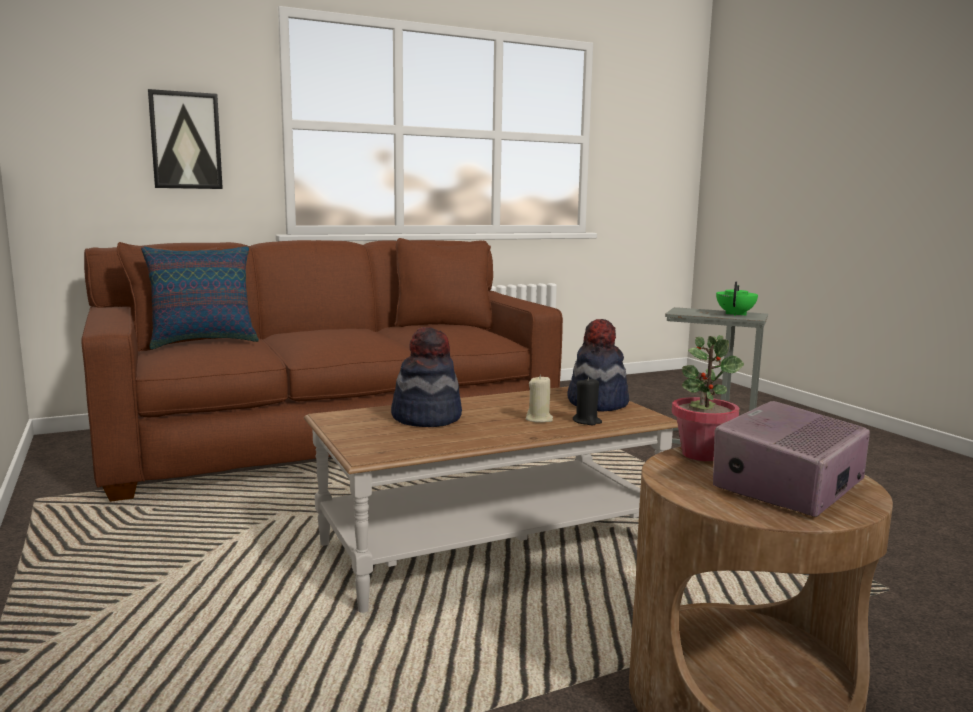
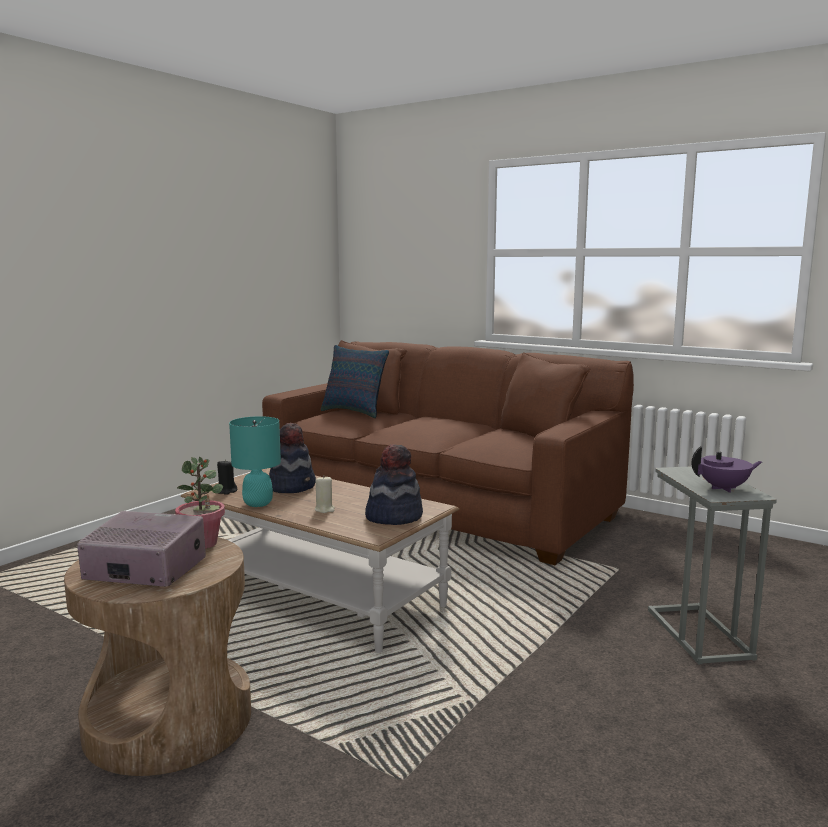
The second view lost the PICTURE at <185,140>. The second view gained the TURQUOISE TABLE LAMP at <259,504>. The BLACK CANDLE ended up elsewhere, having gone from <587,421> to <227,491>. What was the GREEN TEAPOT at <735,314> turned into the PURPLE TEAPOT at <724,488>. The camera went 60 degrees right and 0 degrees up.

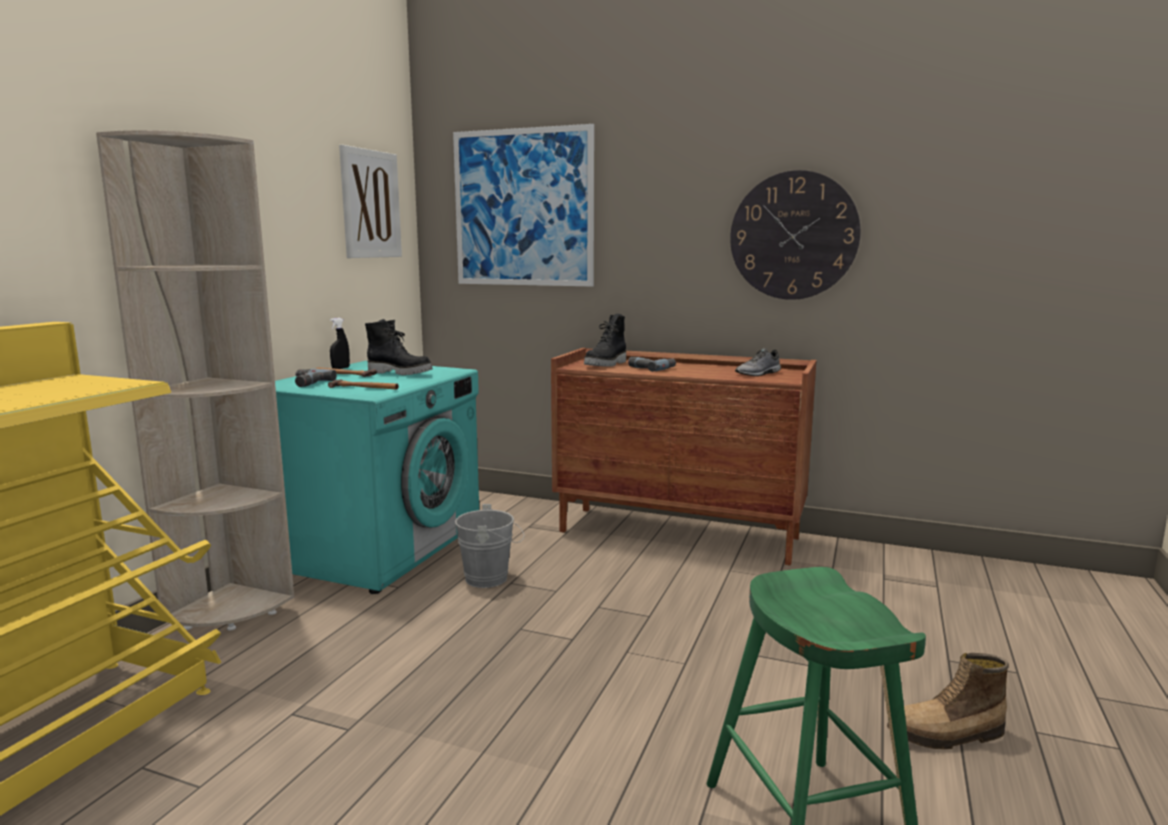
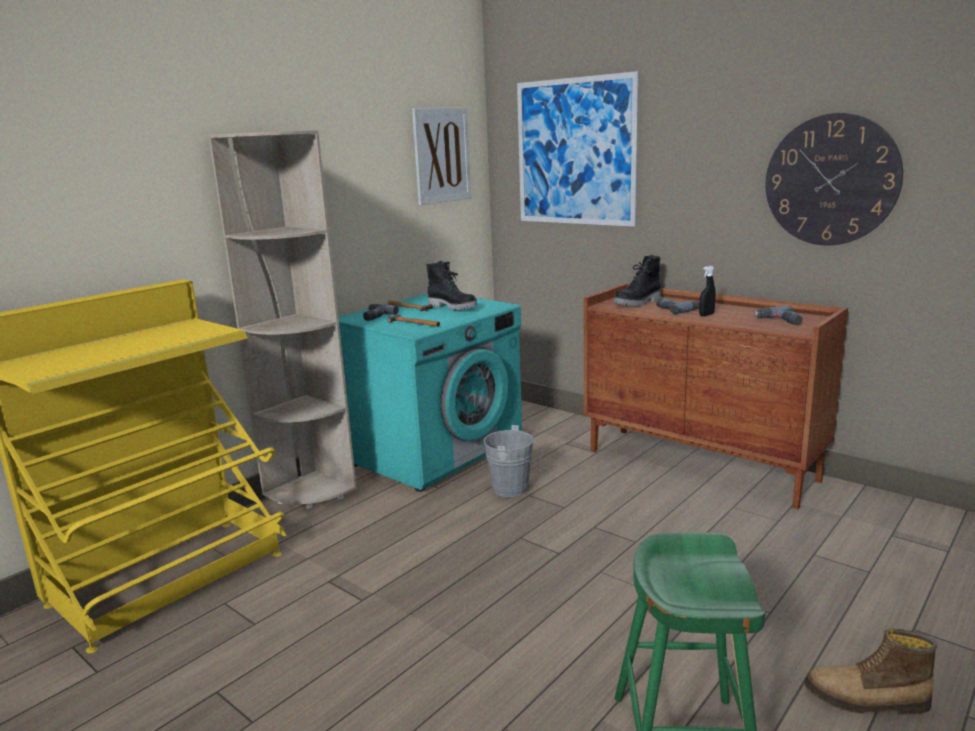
The BLACK SPRAY BOTTLE ended up elsewhere, having gone from <340,368> to <706,315>. Where the GREY SHOE stood at <758,374>, the POWER DRILL came to stand at <779,321>. The camera went 20 degrees right and 5 degrees up.

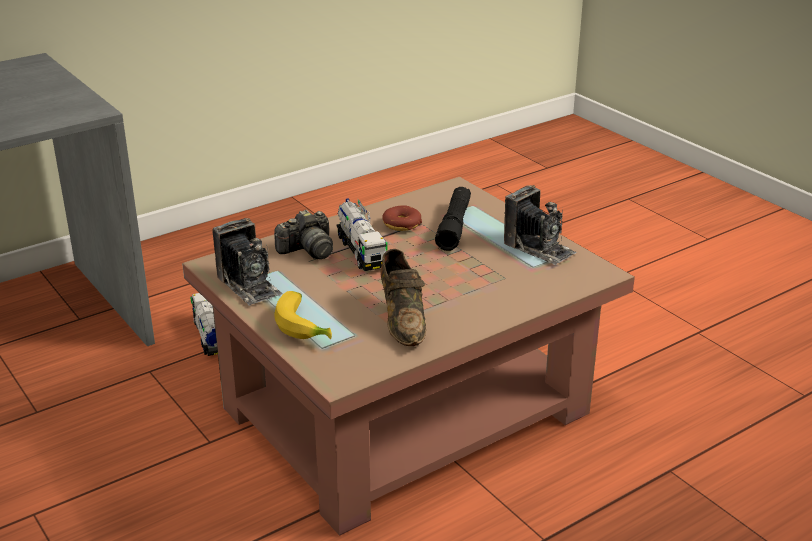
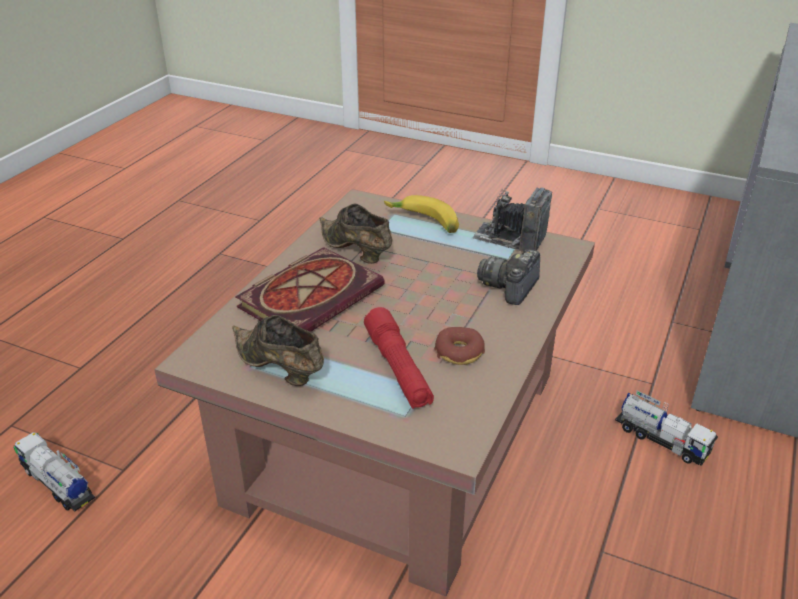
The second view gained the BOOK at <311,295>. The TOY TRUCK ended up elsewhere, having gone from <361,251> to <58,484>. Where the PHOTO CAMERA stood at <539,248>, the BROWN SHOE came to stand at <279,369>. What was the BLACK FLASHLIGHT at <454,226> turned into the RED FLASHLIGHT at <398,369>. The camera went 150 degrees right and 5 degrees up.

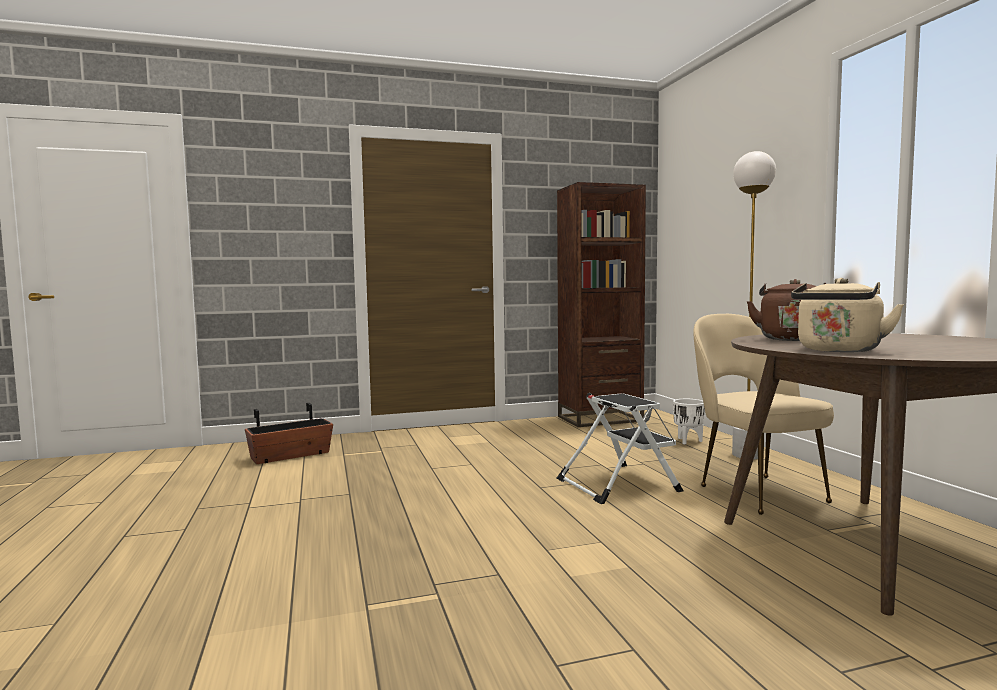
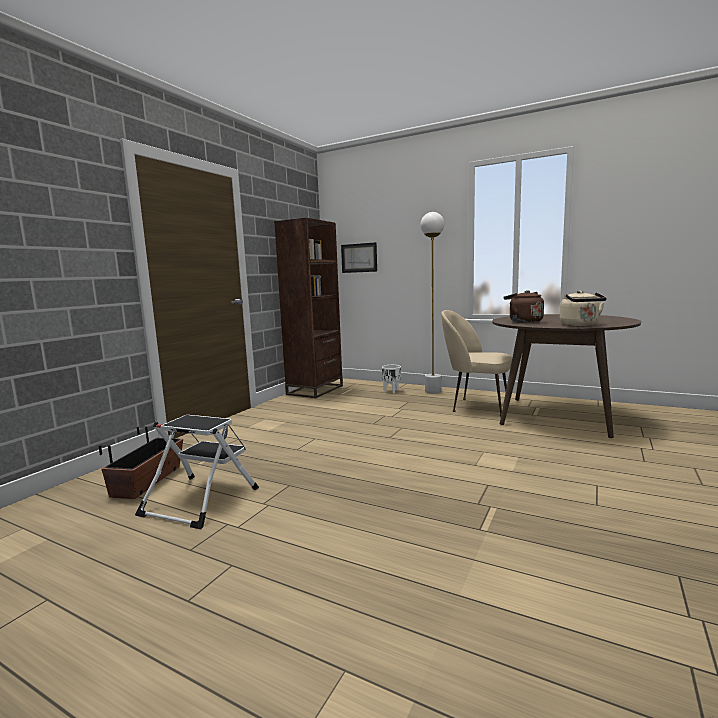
The second view gained the PICTURE at <359,258>. The STEP LADDER ended up elsewhere, having gone from <618,483> to <200,499>. The camera went 45 degrees left and 5 degrees up.

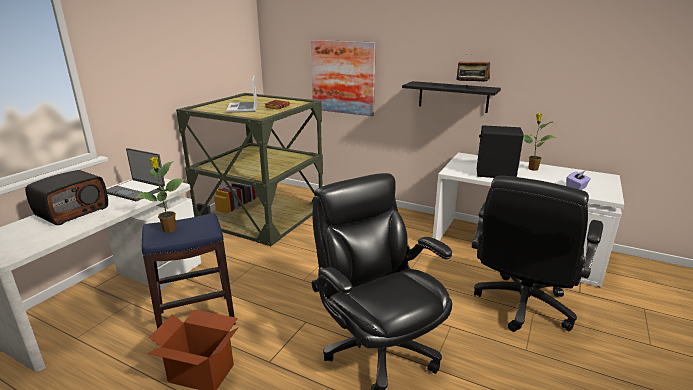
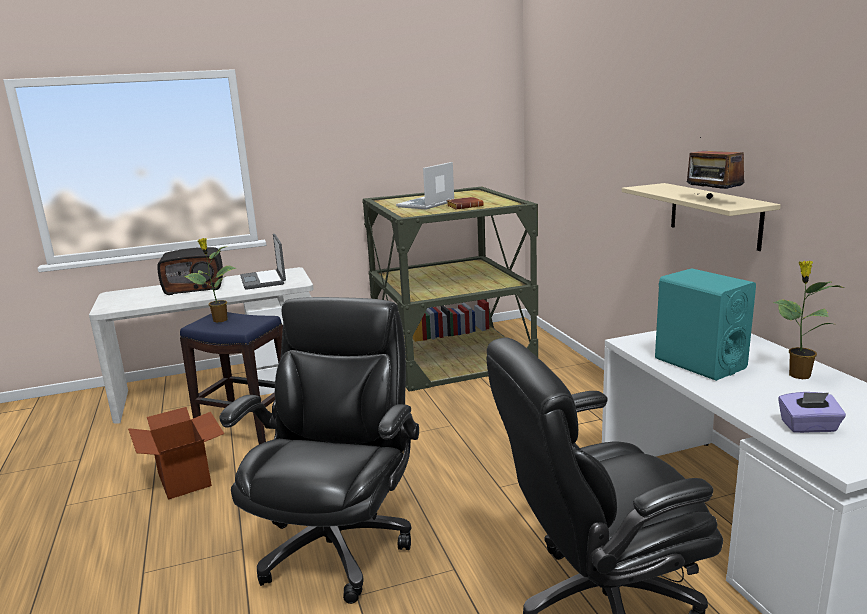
The second view lost the PICTURE at <343,77>. What was the BLACK SHELF at <453,96> turned into the BEIGE SHELF at <714,215>. What was the BLACK SPEAKER at <495,174> turned into the TURQUOISE SPEAKER at <699,363>. The camera went 45 degrees right and 5 degrees down.

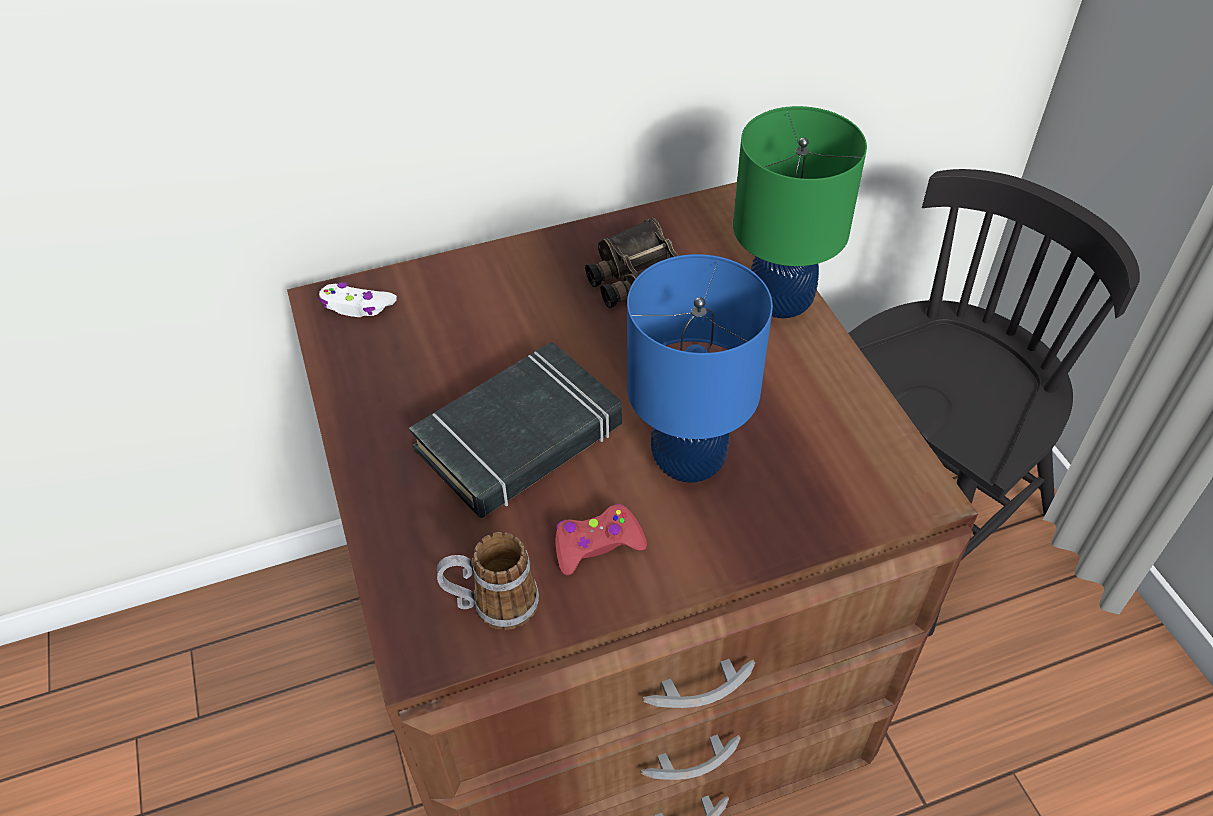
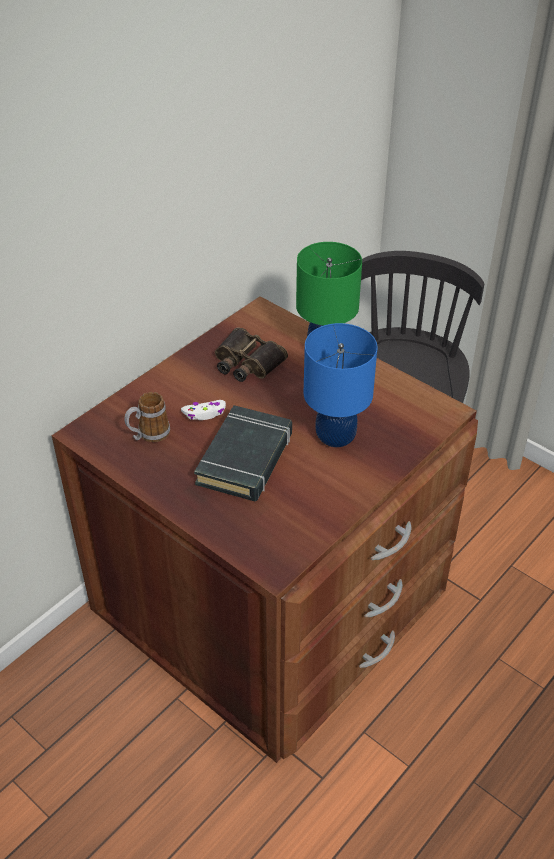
The second view lost the RED GAME CONTROLLER at <597,545>. The WHITE GAME CONTROLLER ended up elsewhere, having gone from <357,306> to <205,413>. The MUG ended up elsewhere, having gone from <493,604> to <148,435>. The camera went 30 degrees left and 5 degrees down.

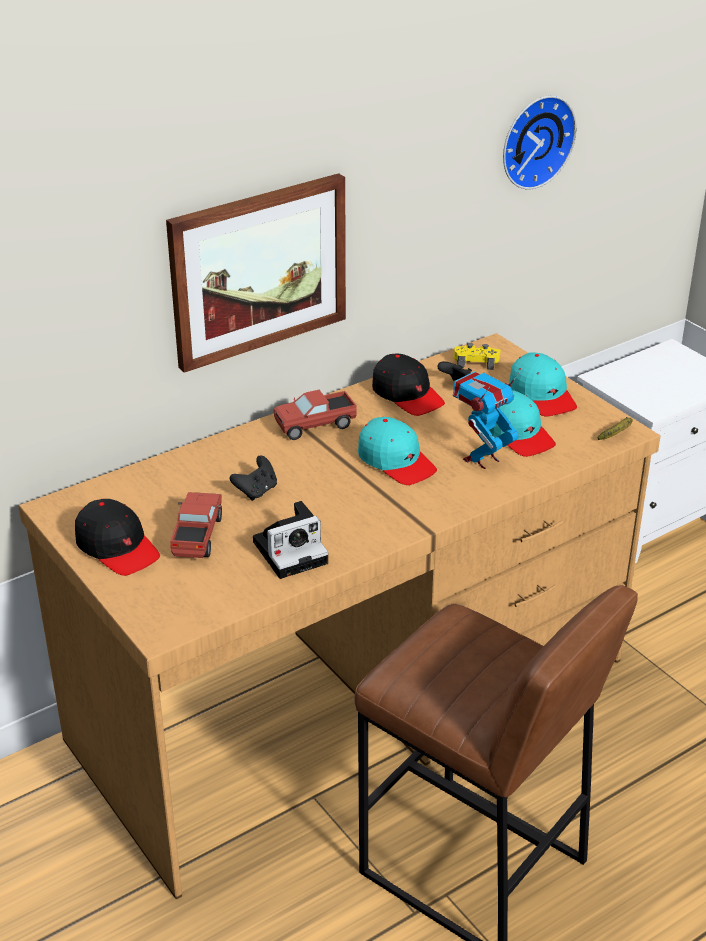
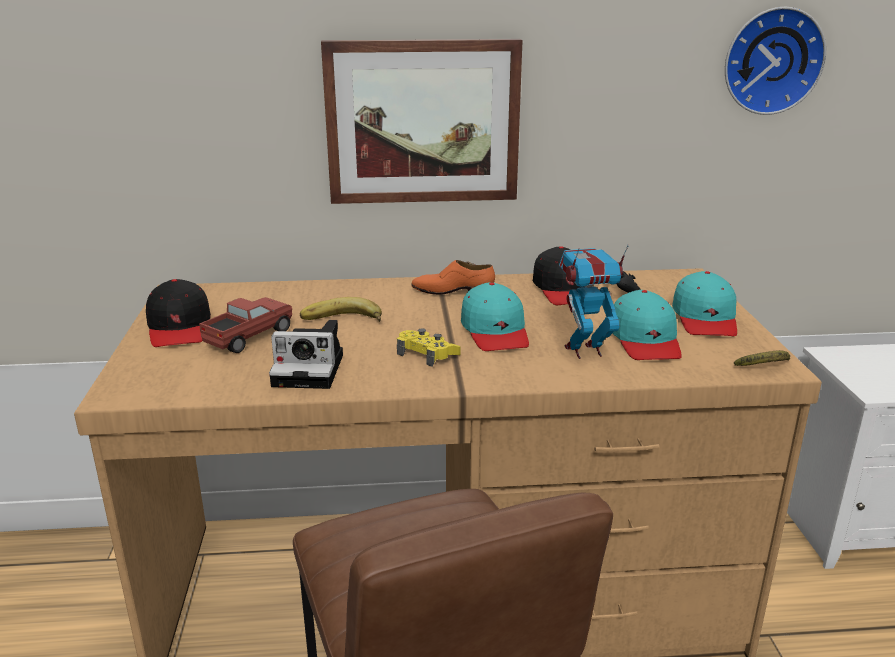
The YELLOW GAME CONTROLLER ended up elsewhere, having gone from <476,361> to <427,354>. Where the BLACK GAME CONTROLLER stood at <256,491>, the BANANA came to stand at <342,321>. Where the TOY TRUCK stood at <315,426>, the ORANGE SHOE came to stand at <453,291>. The camera went 30 degrees right and 10 degrees down.

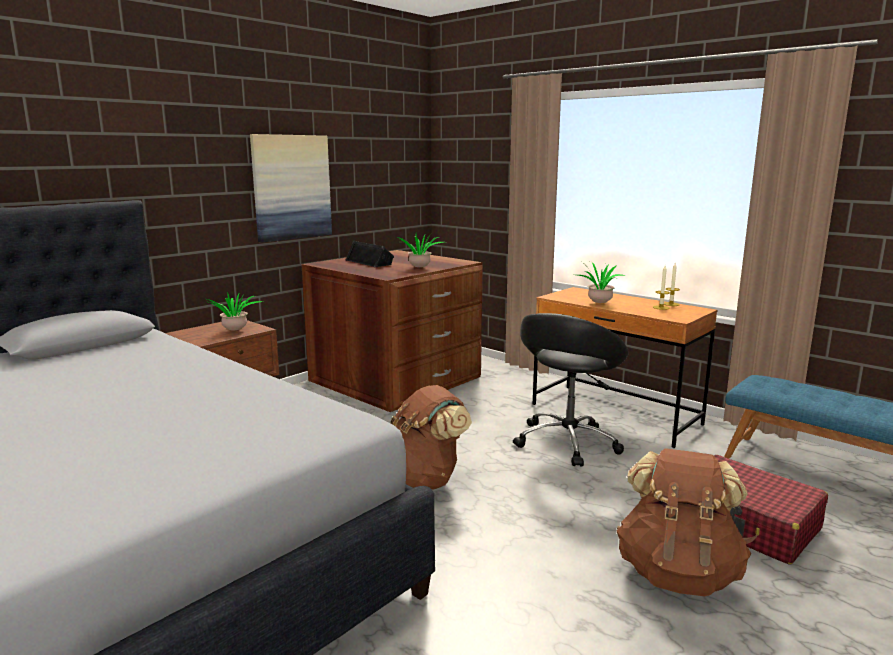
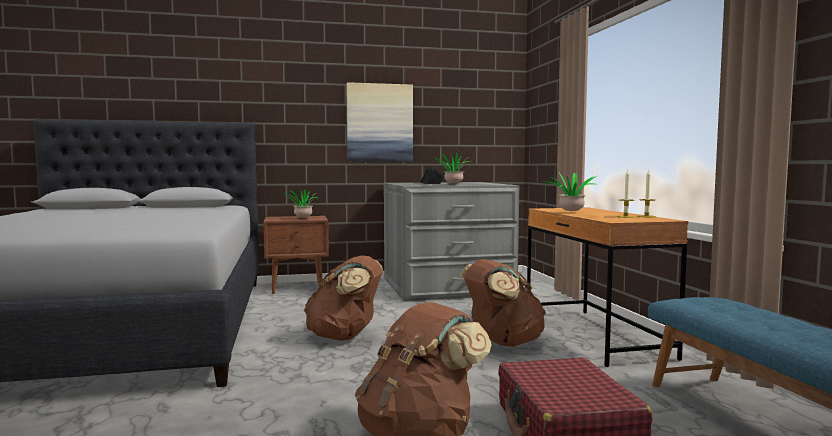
Where the BLACK OFFICE CHAIR stood at <566,444>, the BROWN BACKPACK came to stand at <502,342>. What was the BROWN DRESSER at <396,379> turned into the GREY DRESSER at <447,286>. The camera went 35 degrees right and 10 degrees down.

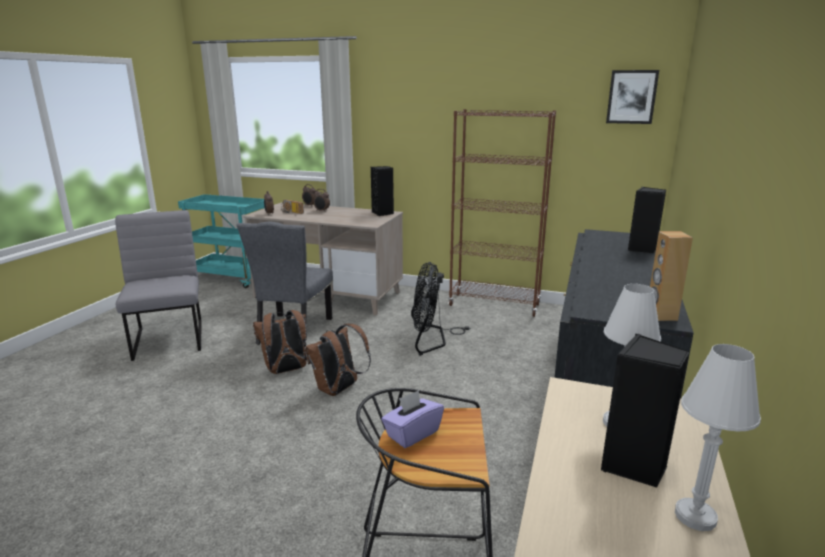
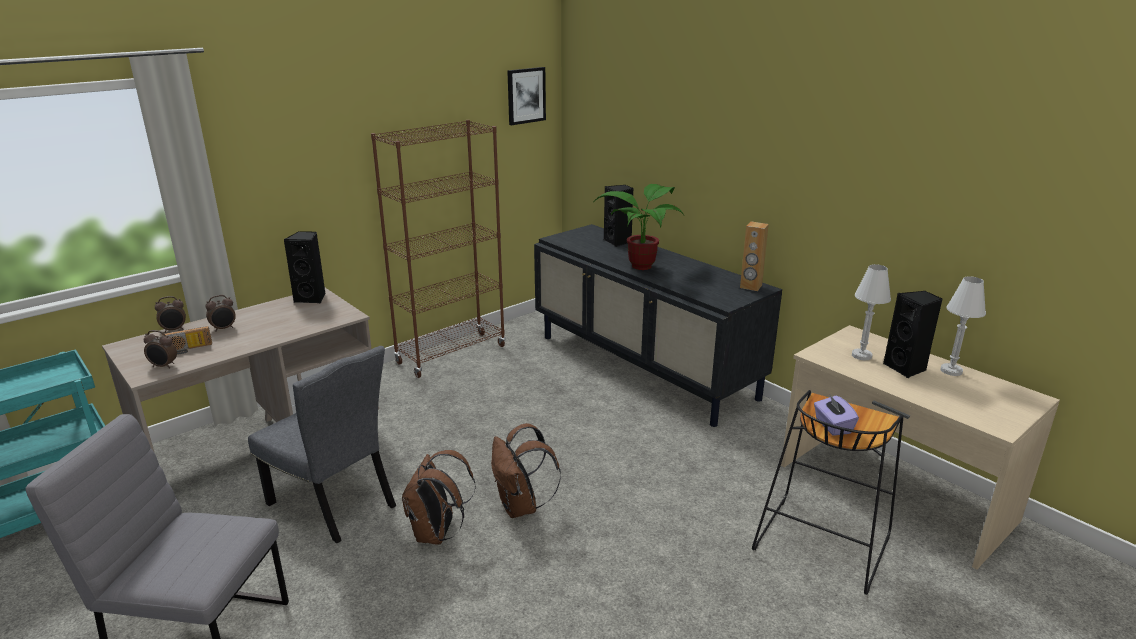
The second view lost the BLACK FAN at <432,336>. The second view gained the POTTED PLANT at <643,265>. The camera went 60 degrees left and 5 degrees up.

